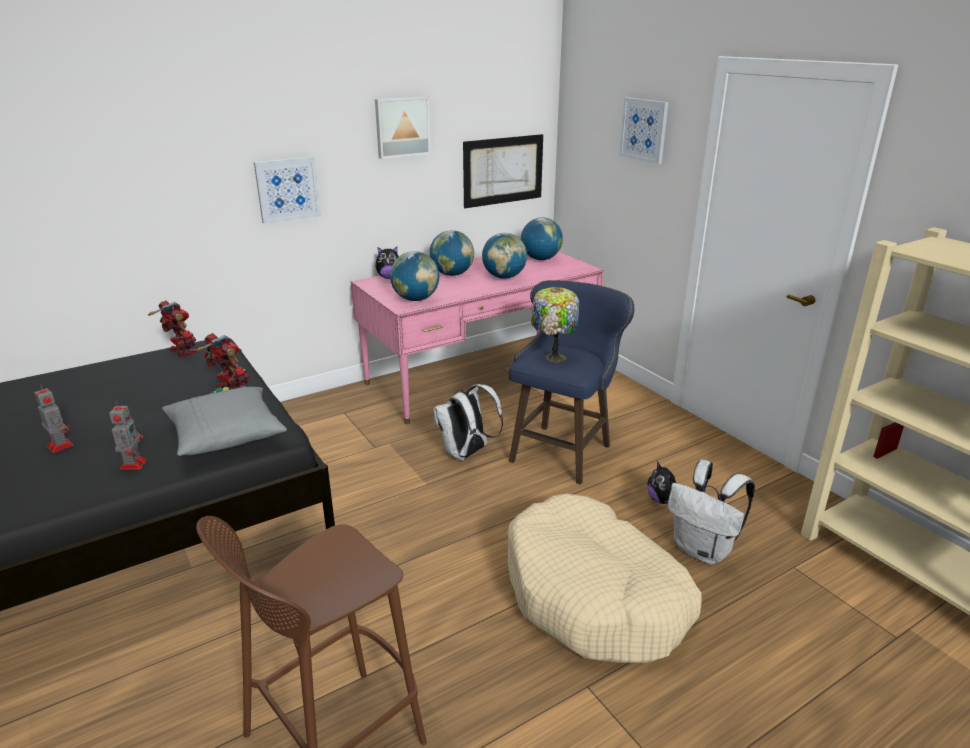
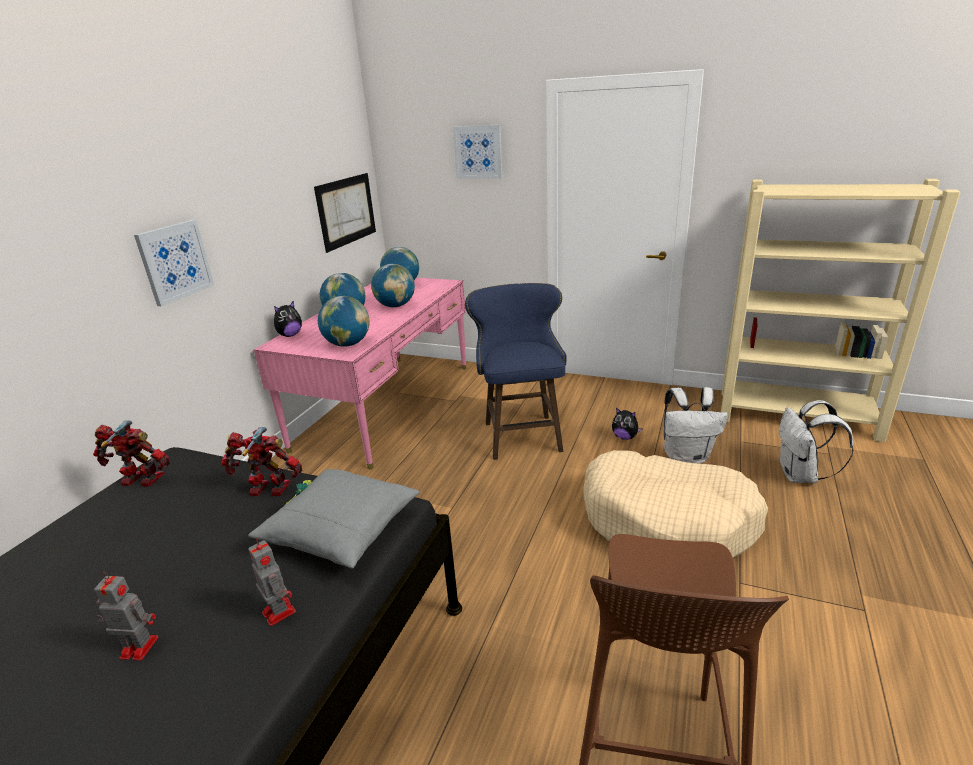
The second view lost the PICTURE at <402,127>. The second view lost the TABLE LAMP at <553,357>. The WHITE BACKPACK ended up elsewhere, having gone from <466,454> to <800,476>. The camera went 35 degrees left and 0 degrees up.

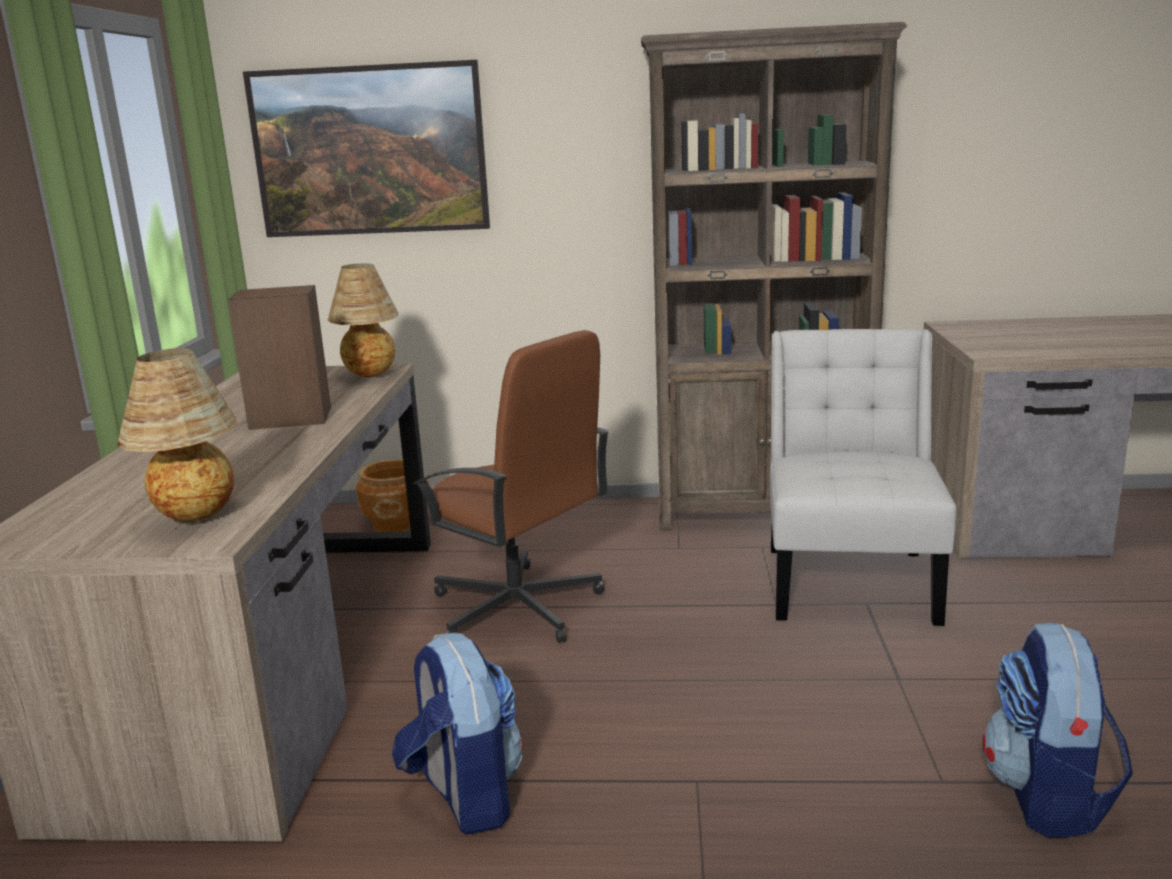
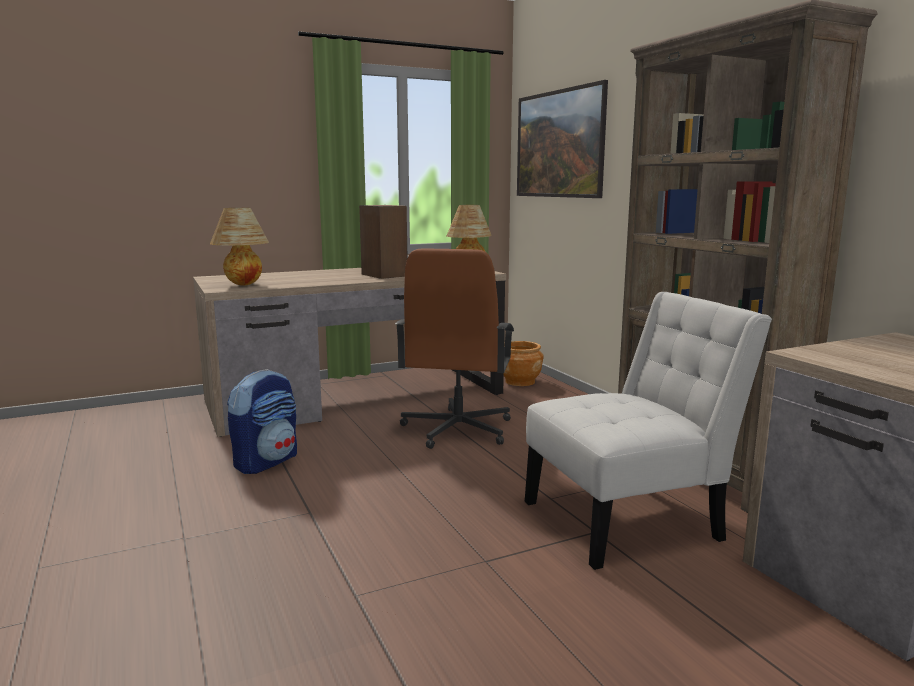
The second view lost the BACKPACK at <1048,797>. The camera went 60 degrees right and 5 degrees down.

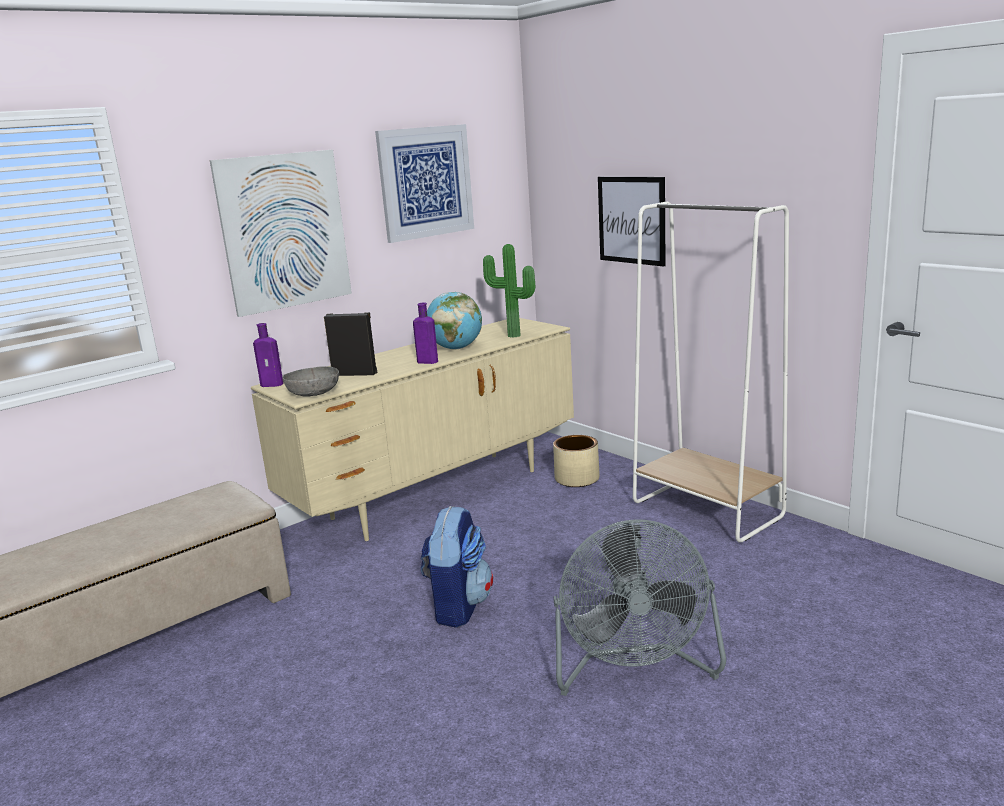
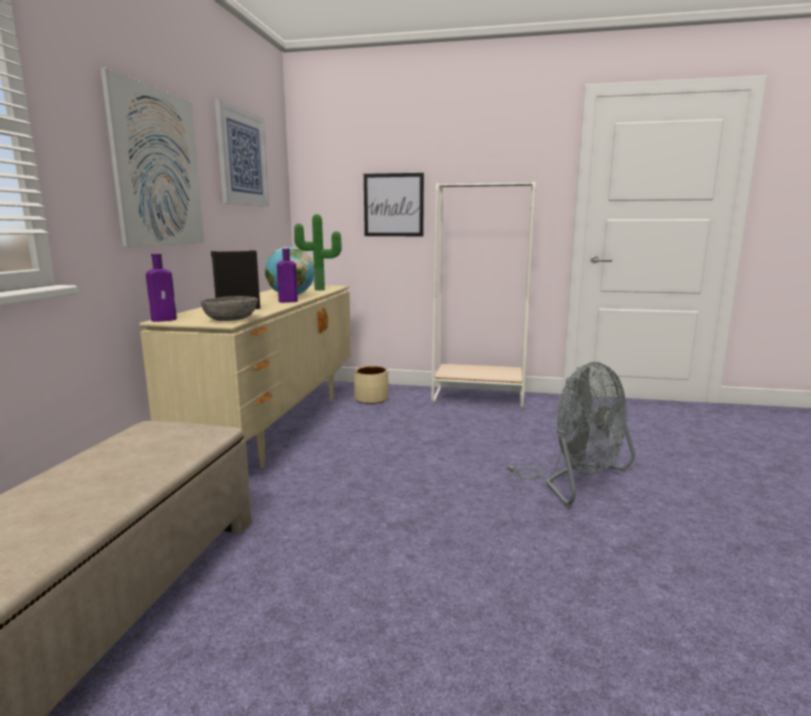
The second view lost the BACKPACK at <458,606>. The camera went 40 degrees left and 5 degrees down.

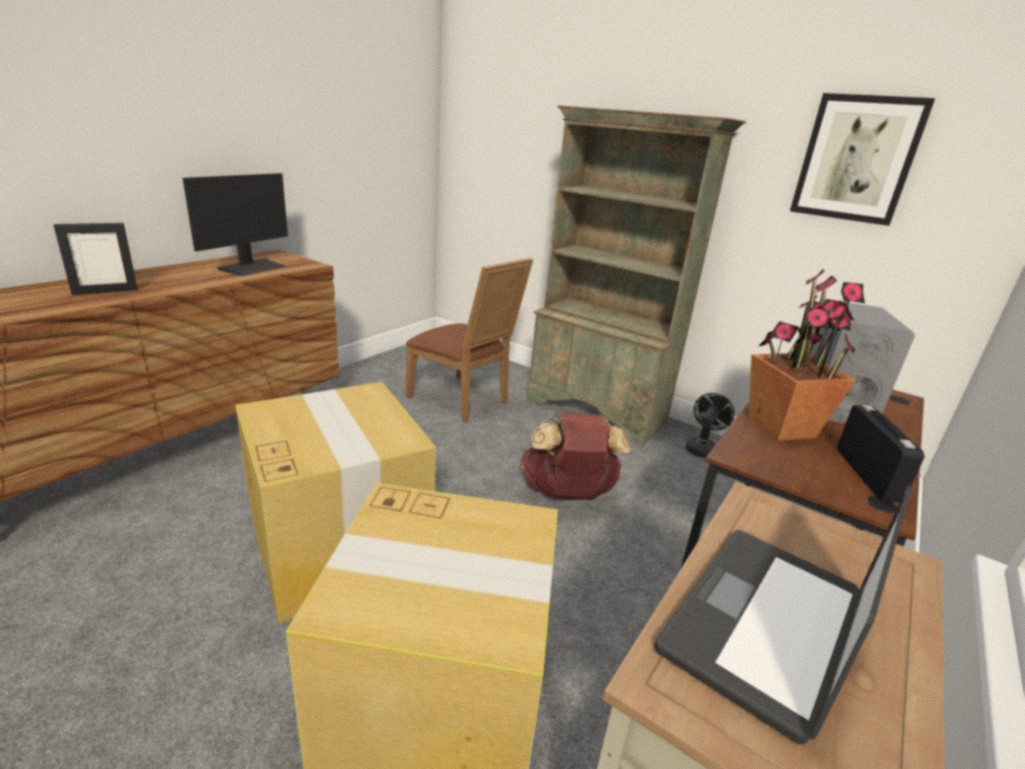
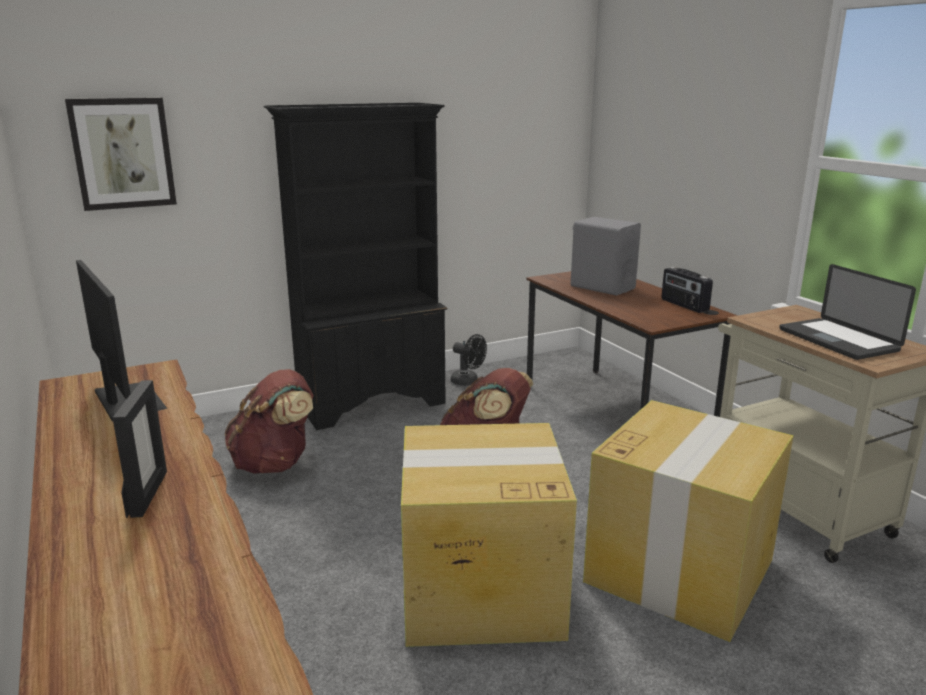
The second view lost the POTTED PLANT at <782,427>. The PICTURE ended up elsewhere, having gone from <857,159> to <123,153>. Where the BROWN CHAIR stood at <463,401>, the BROWN BACKPACK came to stand at <275,464>. What was the GREEN BOOKCASE at <597,411> turned into the BLACK BOOKCASE at <371,403>. The BLACK FAN at <701,448> ended up facing another way, 150 degrees clockwise from before. The RADIO at <867,474> ended up facing another way, 150 degrees counterclockwise from before. The camera went 60 degrees left and 5 degrees down.

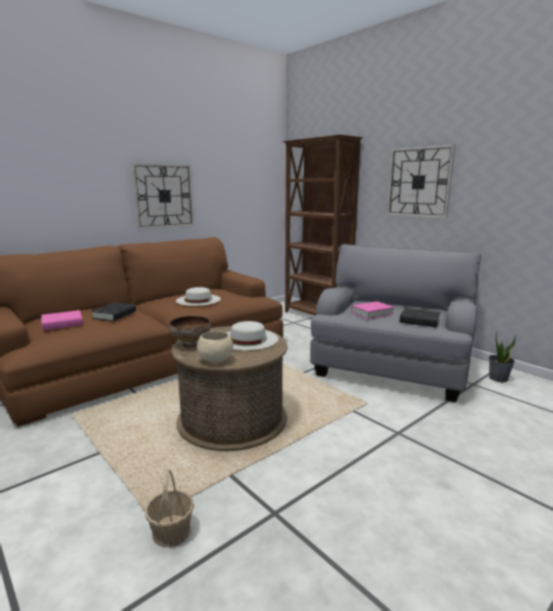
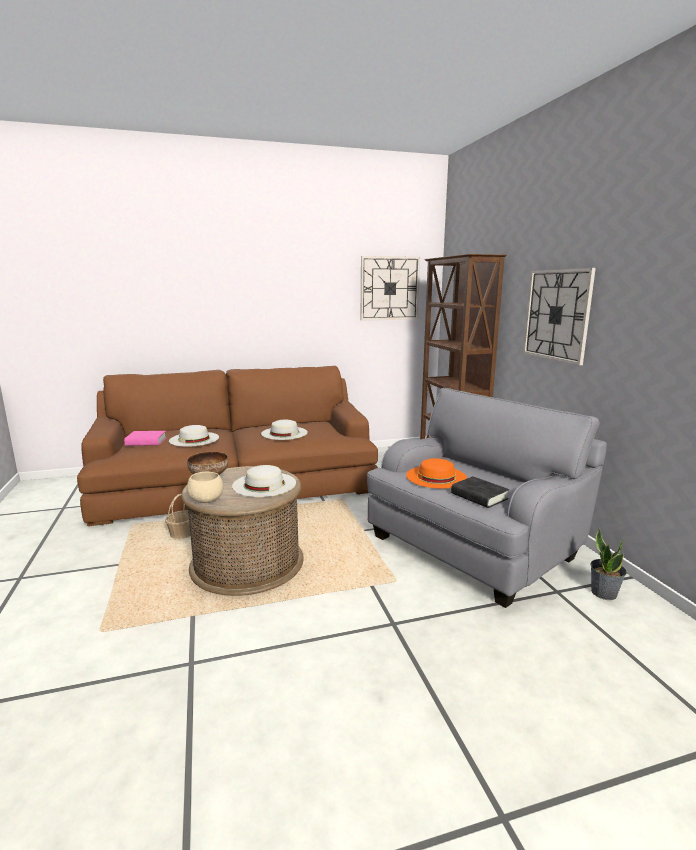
The WALL CLOCK ended up elsewhere, having gone from <164,196> to <389,288>. The BASKET ended up elsewhere, having gone from <172,531> to <182,534>. Where the BLACK BOOK stood at <114,315>, the WHITE HAT came to stand at <194,439>. Where the PINK BOOK stood at <372,313>, the ORANGE HAT came to stand at <436,476>. The camera went 25 degrees right and 0 degrees up.

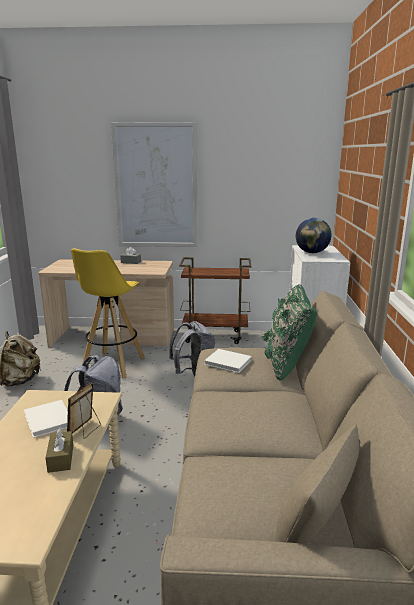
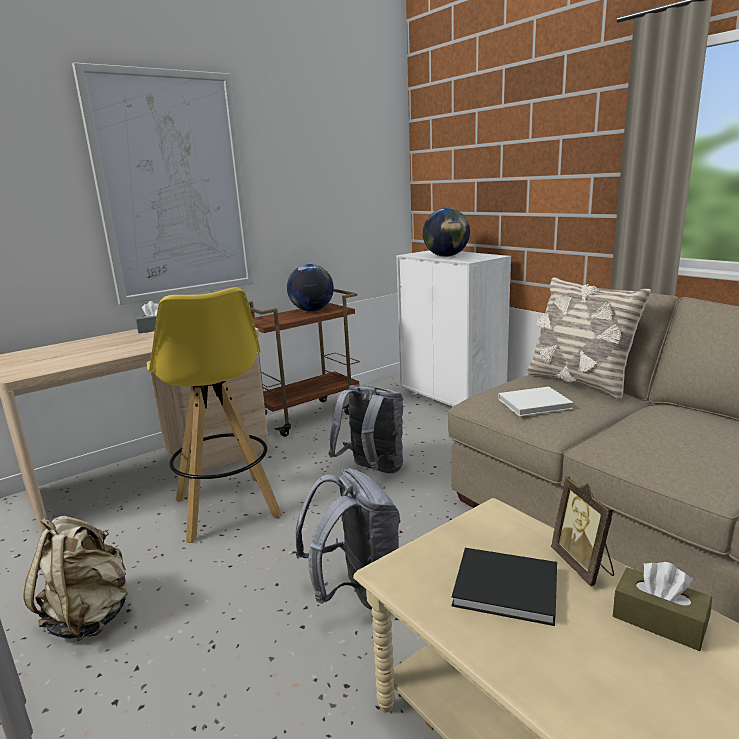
The second view gained the GLOBE at <312,310>. What was the WHITE BOOK at <48,420> turned into the BLACK BOOK at <509,588>. What was the GREEN PILLOW at <285,363> turned into the BEIGE PILLOW at <578,383>. The camera went 40 degrees left and 0 degrees up.

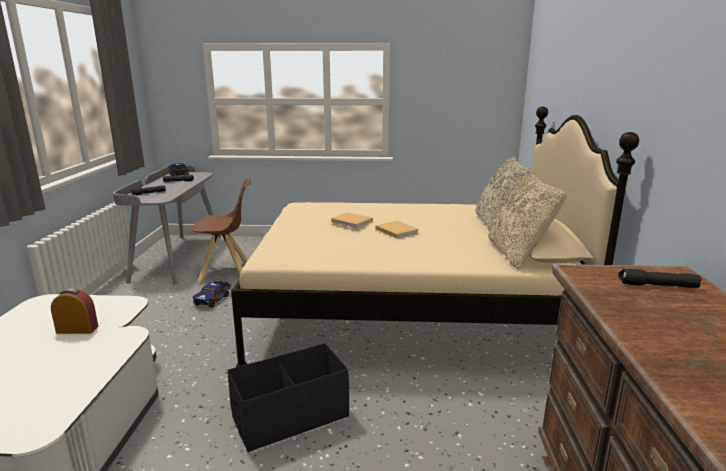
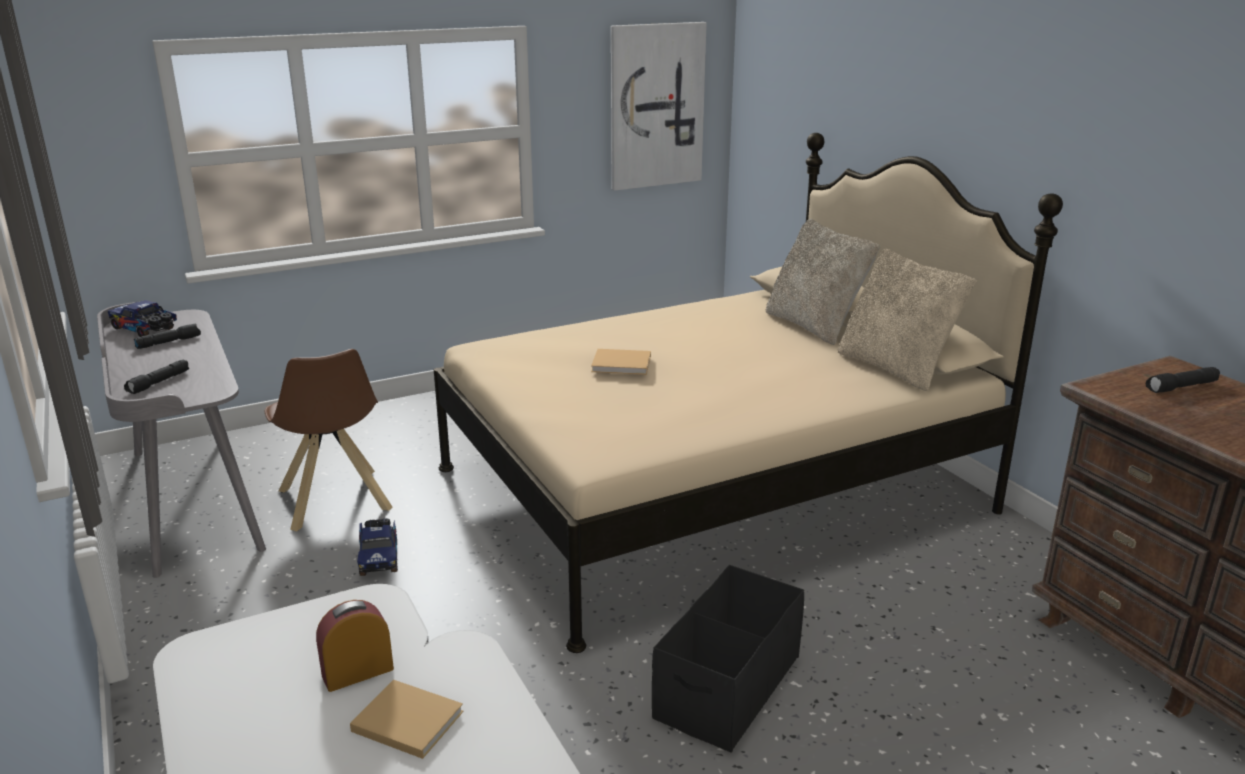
The second view gained the PICTURE at <656,106>. The BEIGE BOOK ended up elsewhere, having gone from <396,230> to <405,720>. The BROWN CHAIR at <226,272> ended up facing another way, 105 degrees clockwise from before. The camera went 30 degrees left and 5 degrees up.

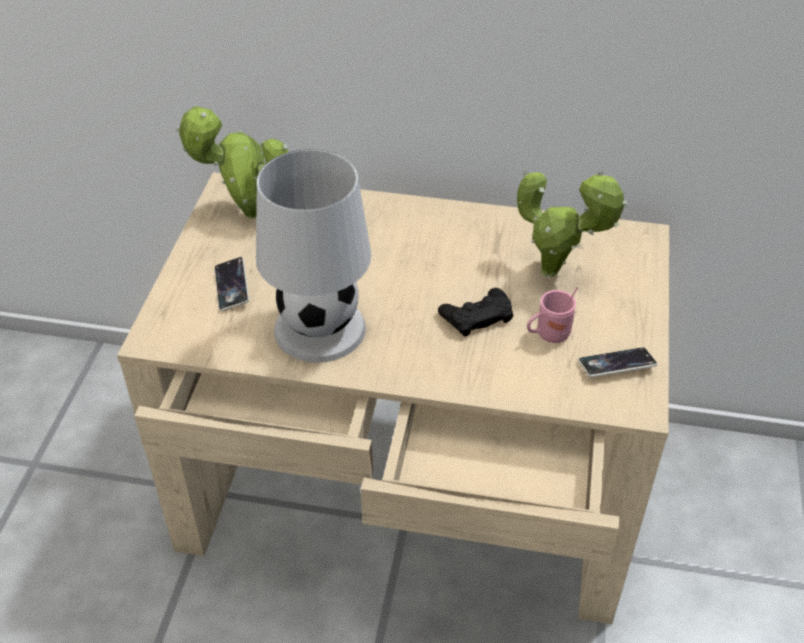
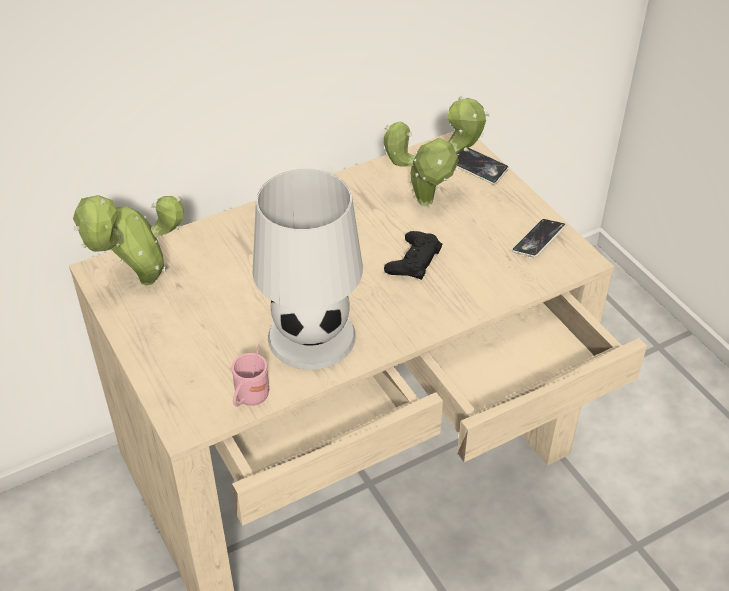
The PHONE ended up elsewhere, having gone from <231,287> to <478,168>. The PINK MUG ended up elsewhere, having gone from <548,335> to <249,399>. The camera went 40 degrees left and 0 degrees up.

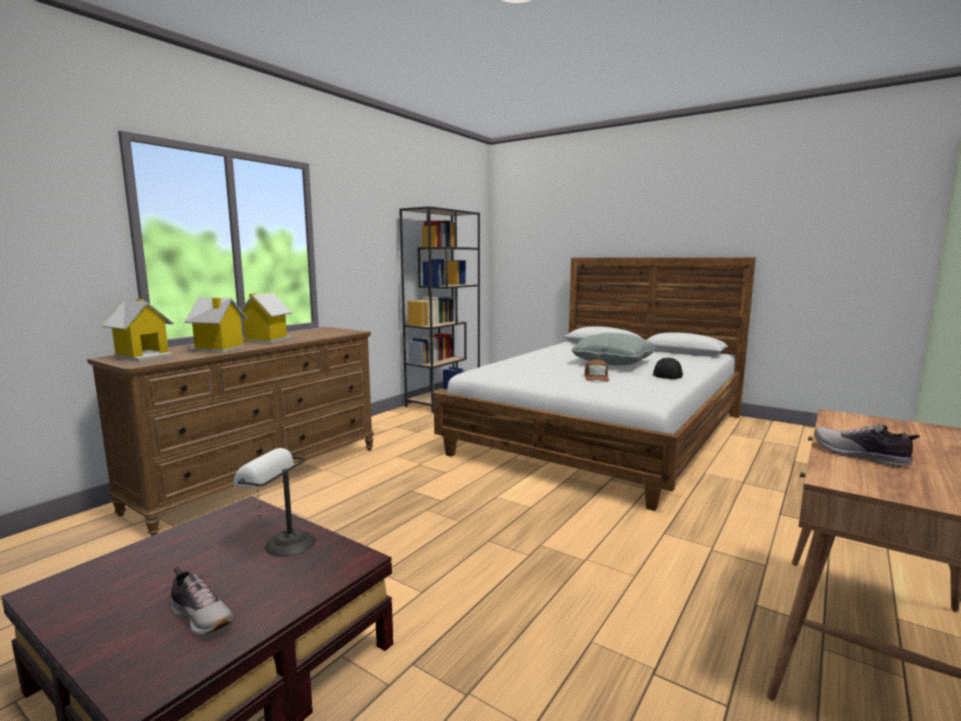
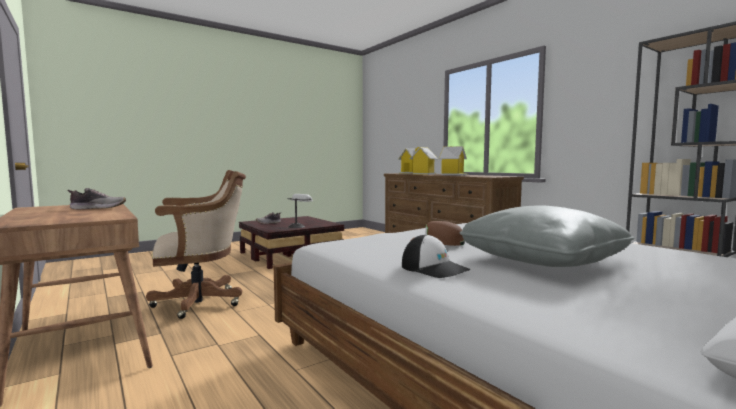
The second view gained the OFFICE CHAIR at <202,302>. The camera went 110 degrees right and 5 degrees down.

